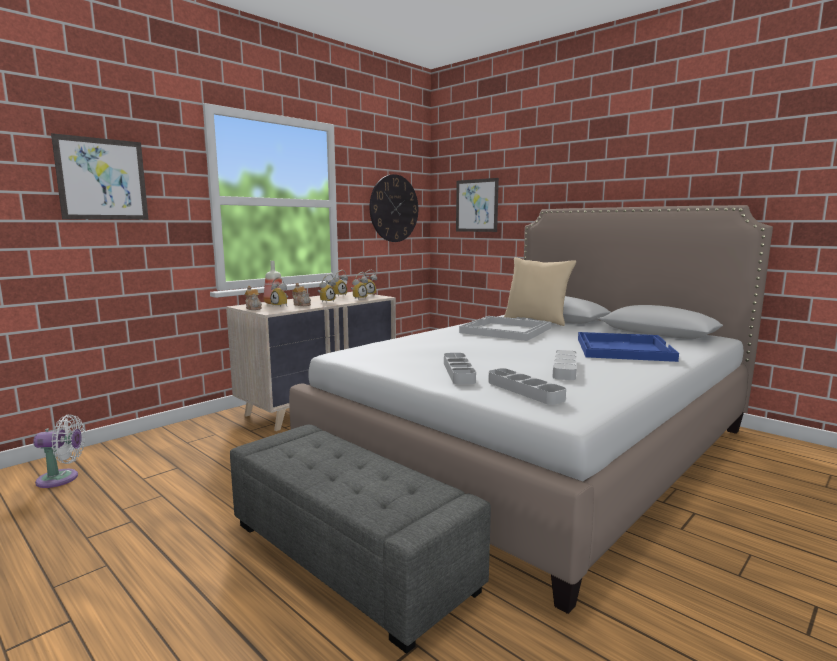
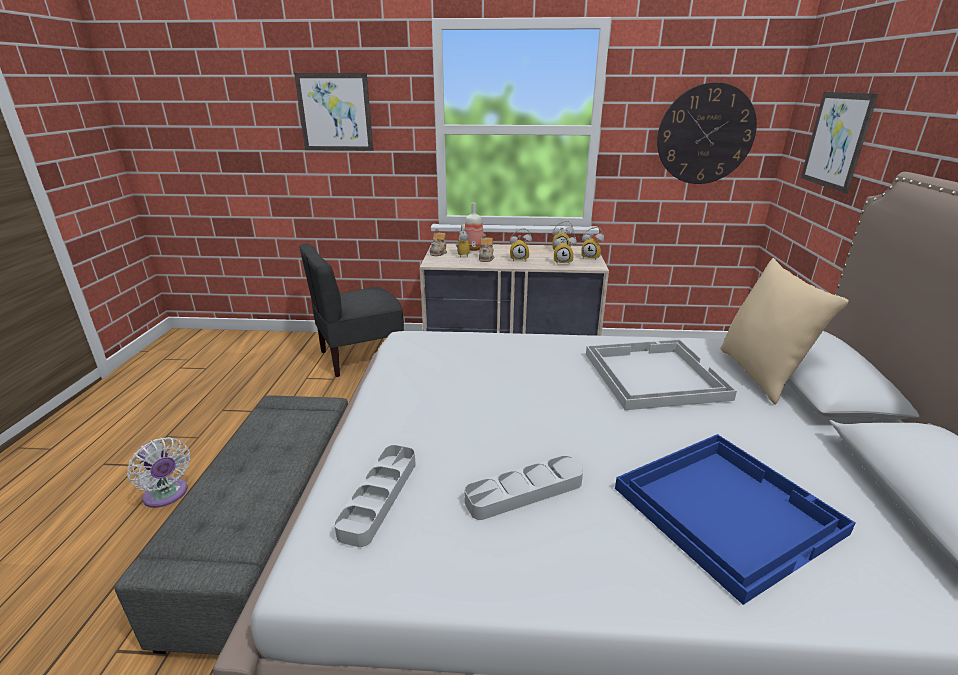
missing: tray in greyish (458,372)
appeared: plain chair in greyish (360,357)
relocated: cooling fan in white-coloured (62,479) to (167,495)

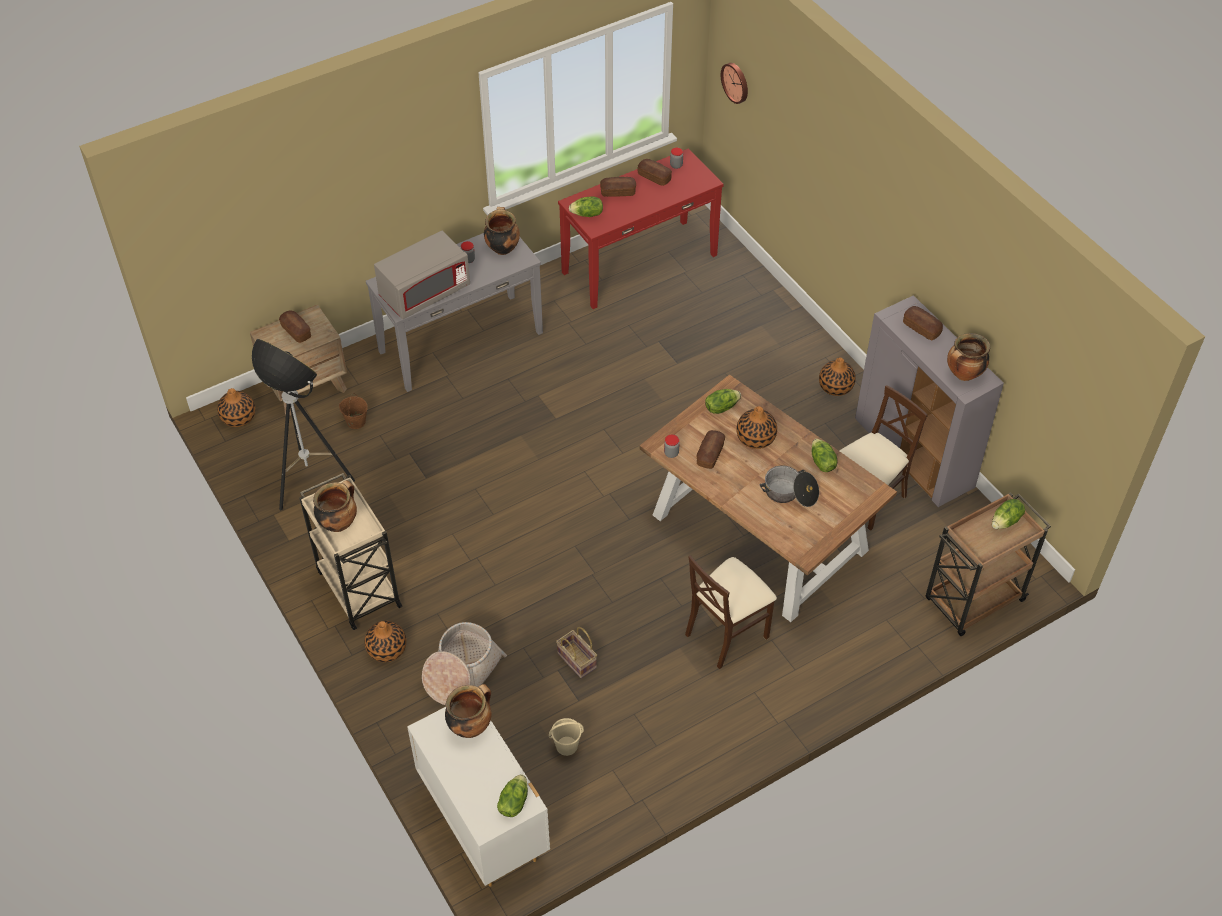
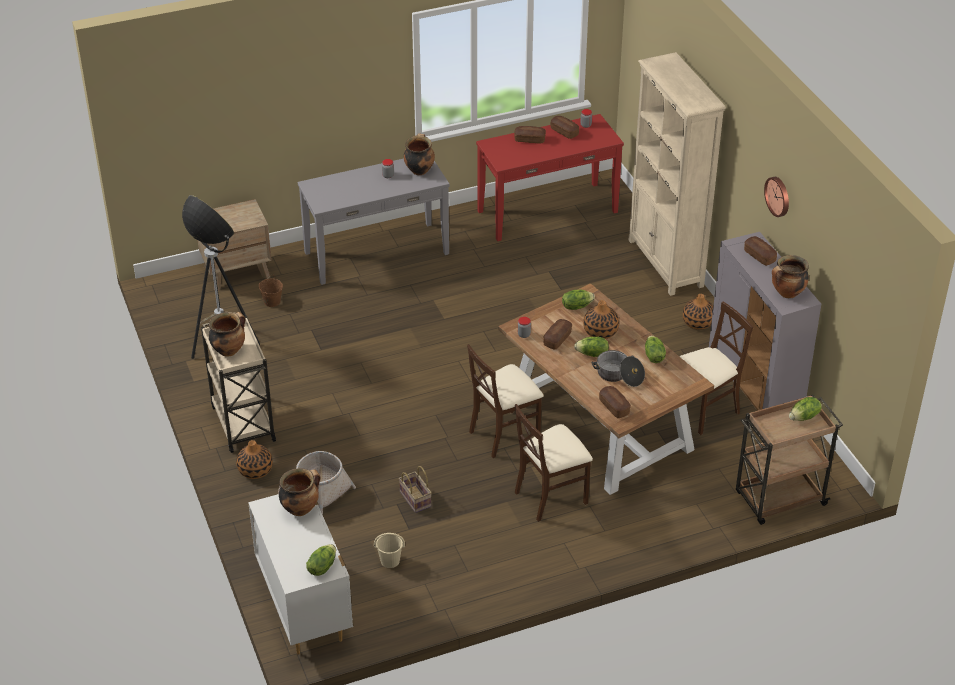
missing: decorative vase (238,417); microwave in greyish (425,293)
appeared: plain chair in beige (504,434); shelving unit in beige (665,263)
relocated: baked bread (296,331) to (614,407); head of lettuce (587,214) to (592,354); clock on the wall (736,82) to (778,196)

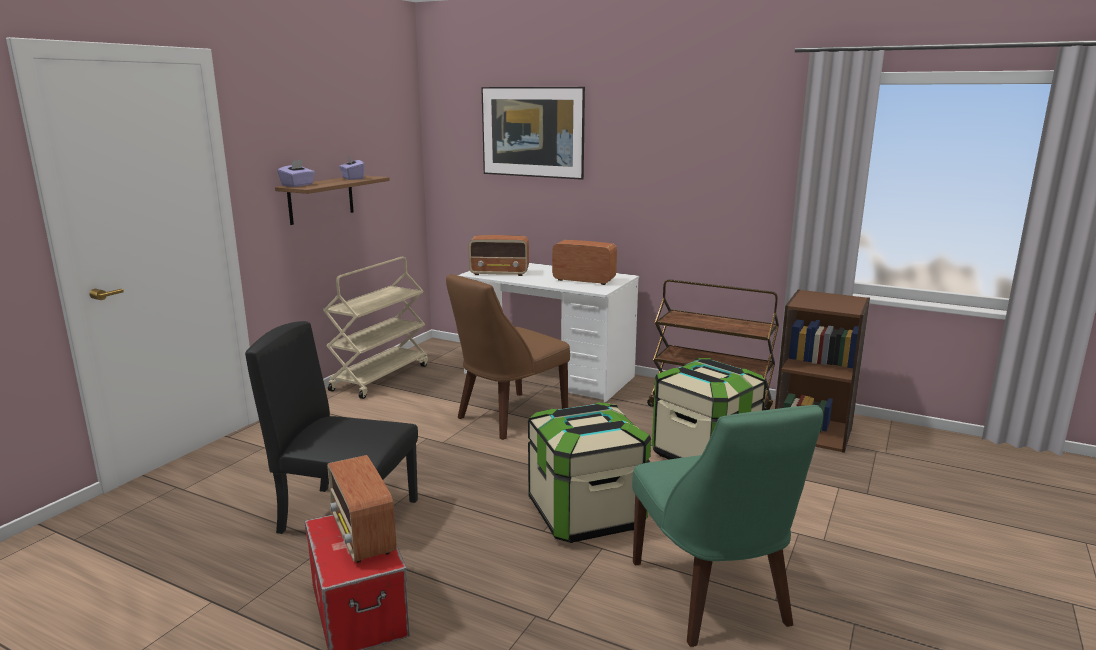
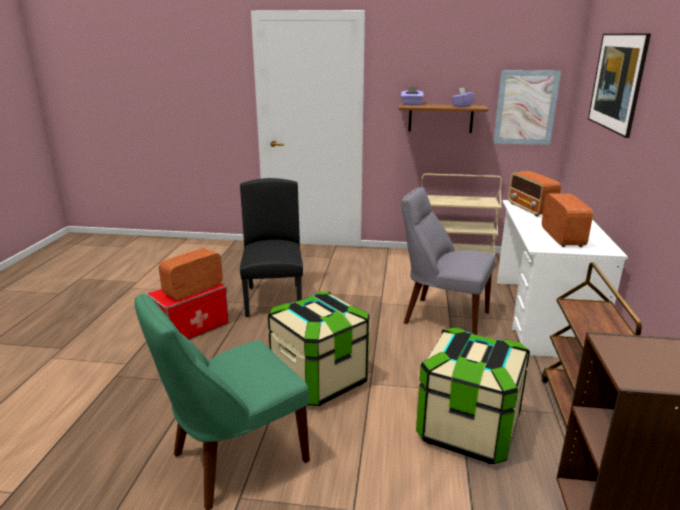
appeared: wall art (525,107)
colour: plain chair in brown (508,417) to plain chair in greyish (442,317)

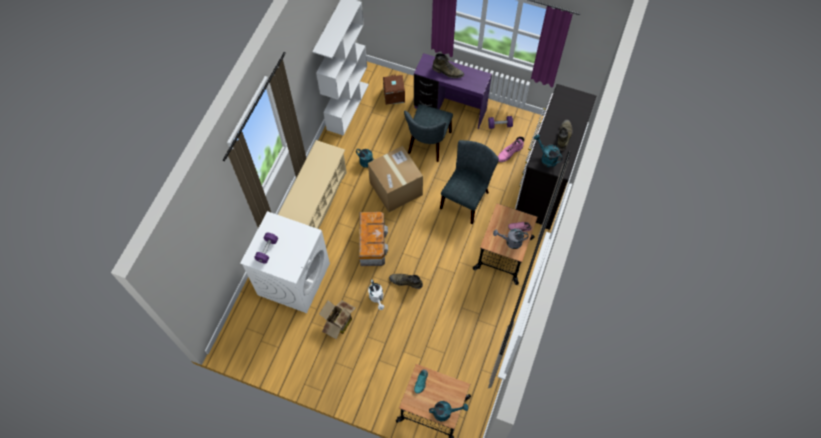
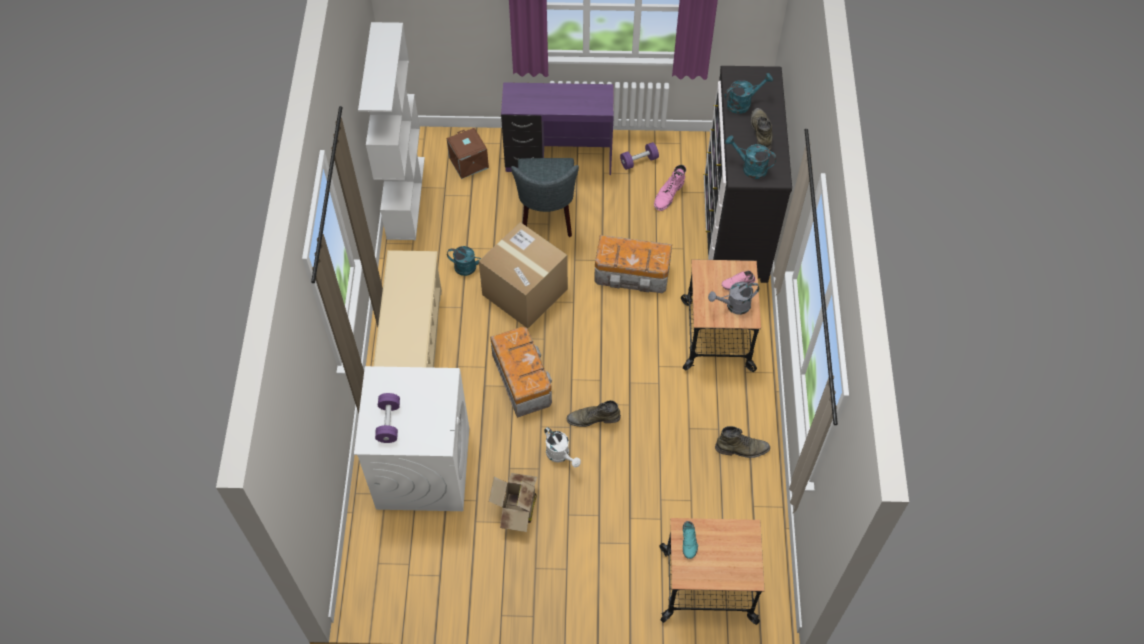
relocated: sprinkling can in turquoise-coloured (445,412) to (743,103); boot in green (448,72) to (742,448)
exchanged: plain chair in greyish (466,198) to storage box (633,274)

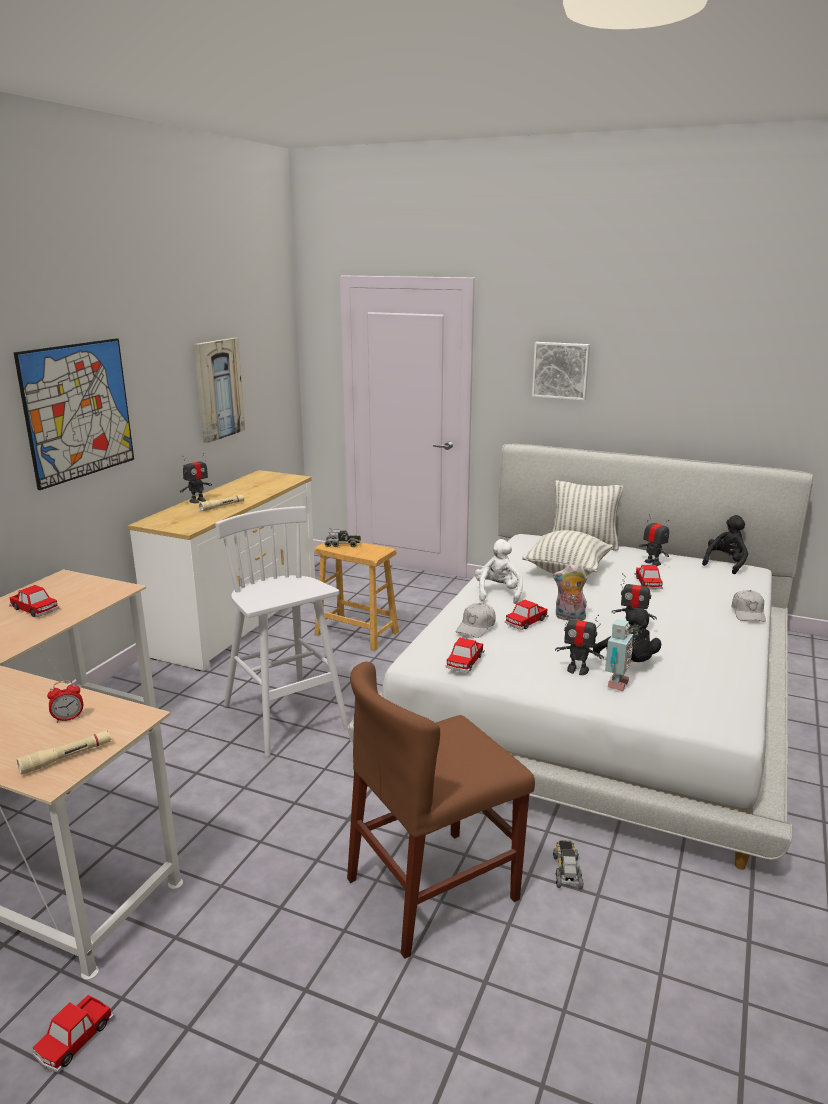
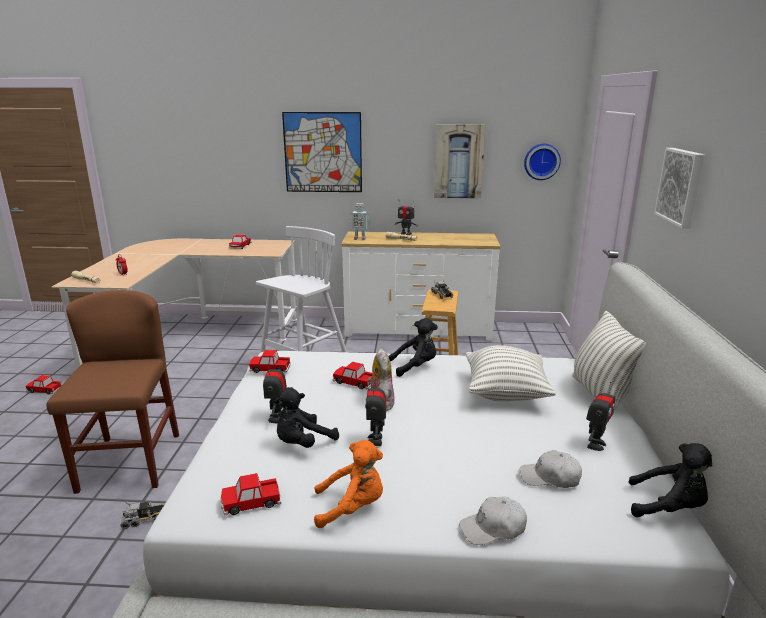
appeared: cuddly toy in orangey (352,507); clock on the wall (541,161)
relocated: cap in white-coloured (476,627) to (550,478); toy robot (615,684) to (359,239); model car (648,583) to (251,502)
colour: cuddly toy in white-coloured (498,593) to cuddly toy in black-coloured (415,366)
spun: plain chair in brown (433,889) = (130,462) 45 degrees clockwise

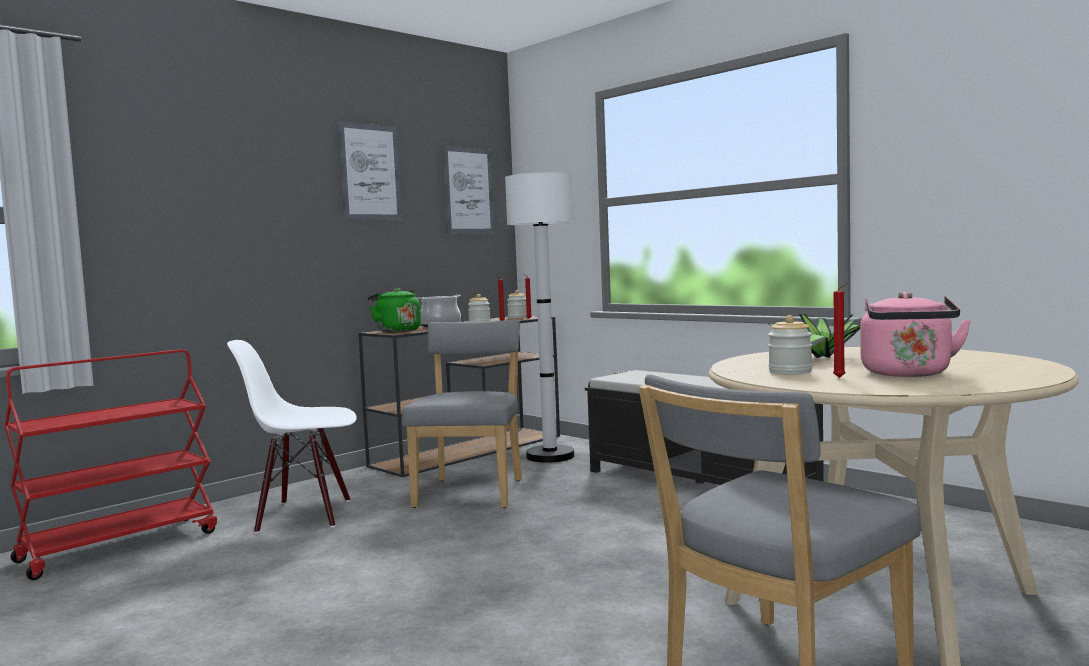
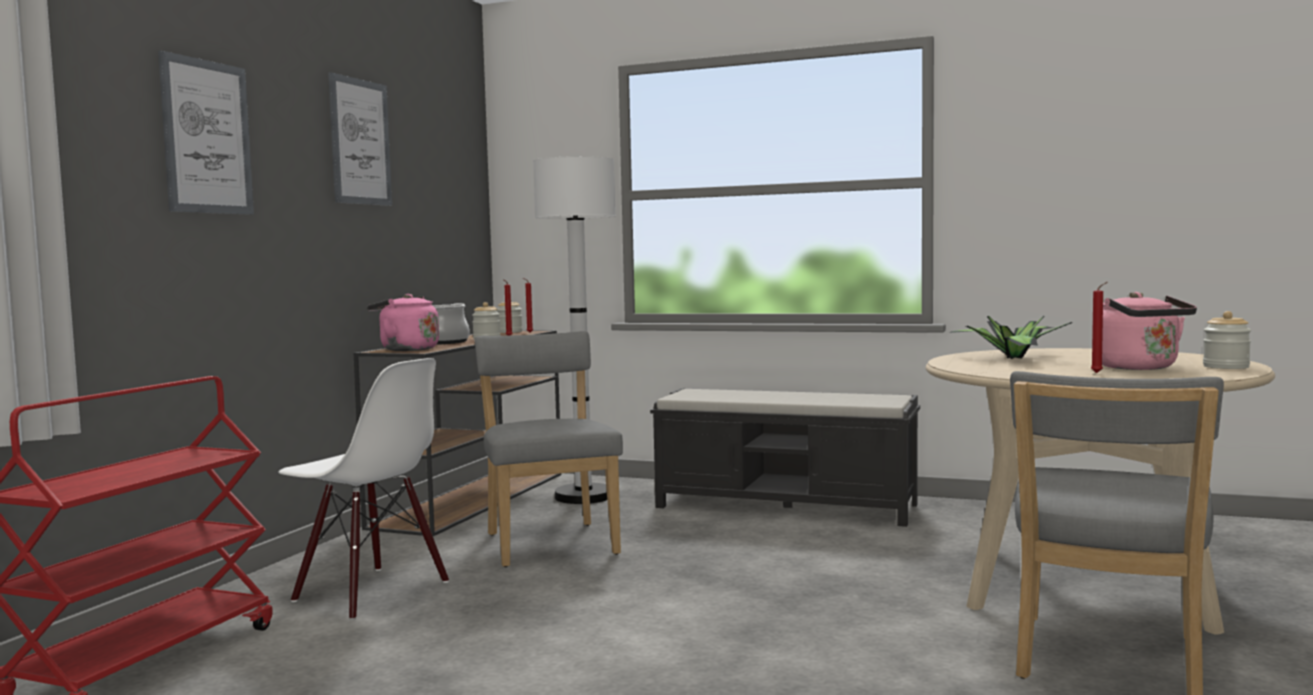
relocated: wall art (468,190) to (207,137); jar (790,372) to (1226,367)
colour: water kettle in green (396,331) to water kettle in pink-coloured (406,349)
spun: plain chair in white-coloured (305,515) = (370,592) 120 degrees counterclockwise

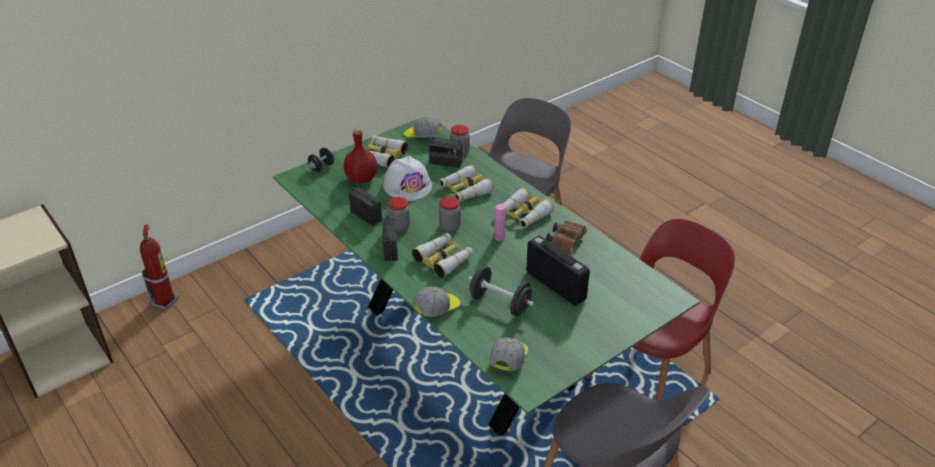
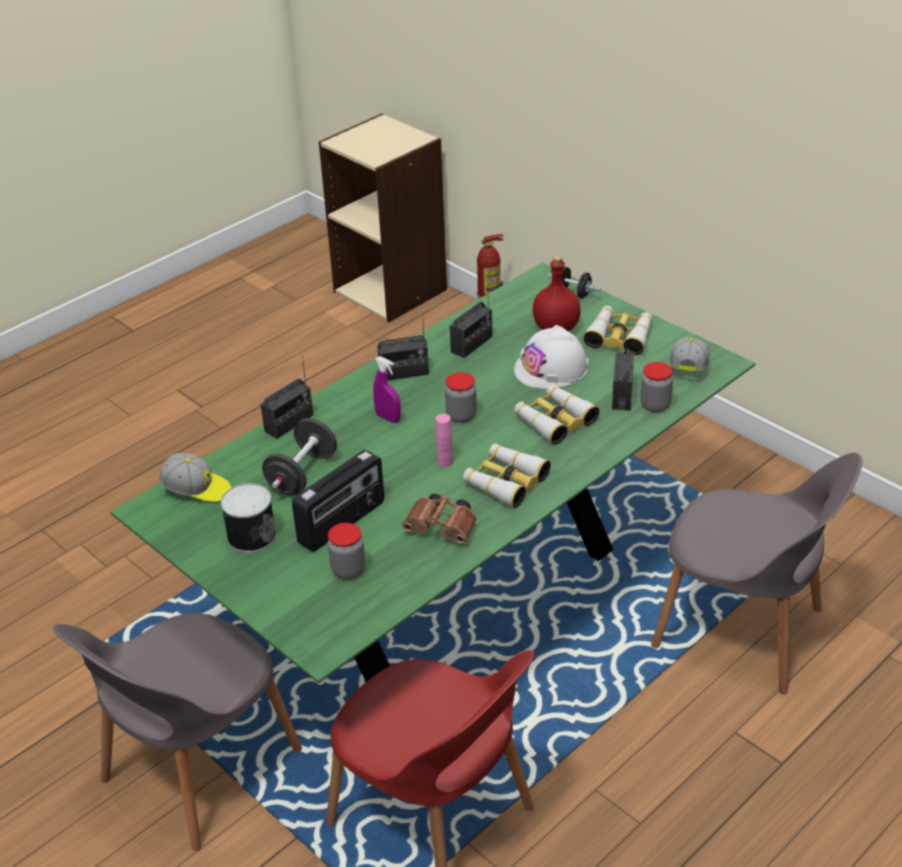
appeared: sealed can (251,536)
relocated: jar (399,227) to (348,570)
exchanged: pair of binoculars (443,259) to spray bottle in purple-coloured (388,418); cap (437,309) to radio receiver (289,423)

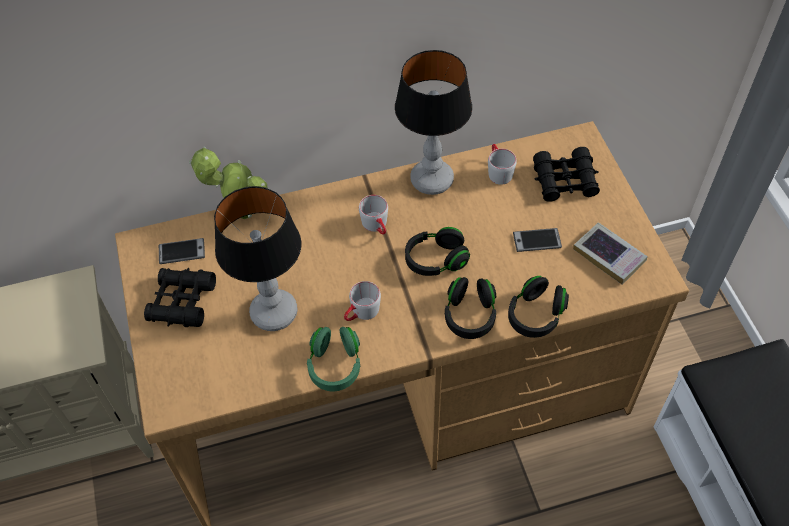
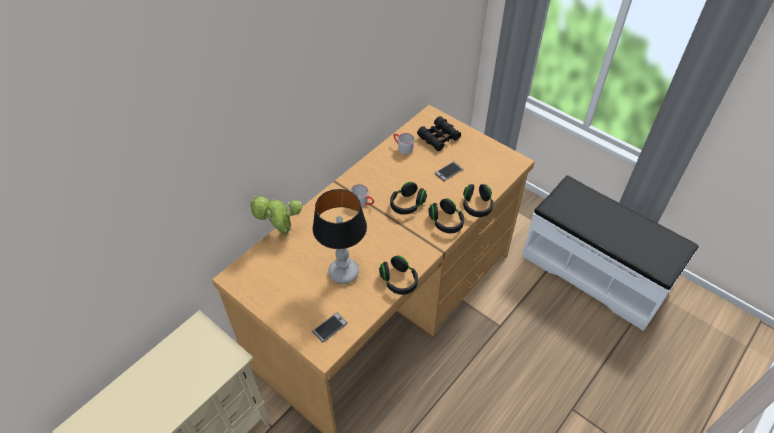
missing: pair of binoculars in black-coloured (182,302); tea mug in greyish (361,313); table lamp (431,180); volume (609,256)
relocated: handset (182,251) to (330,327)
colour: pair of headphones in green (335,365) to pair of headphones in black-coloured (398,281)

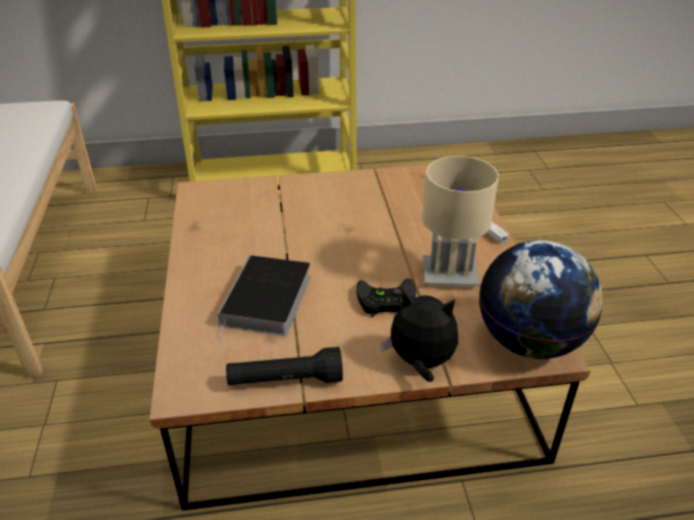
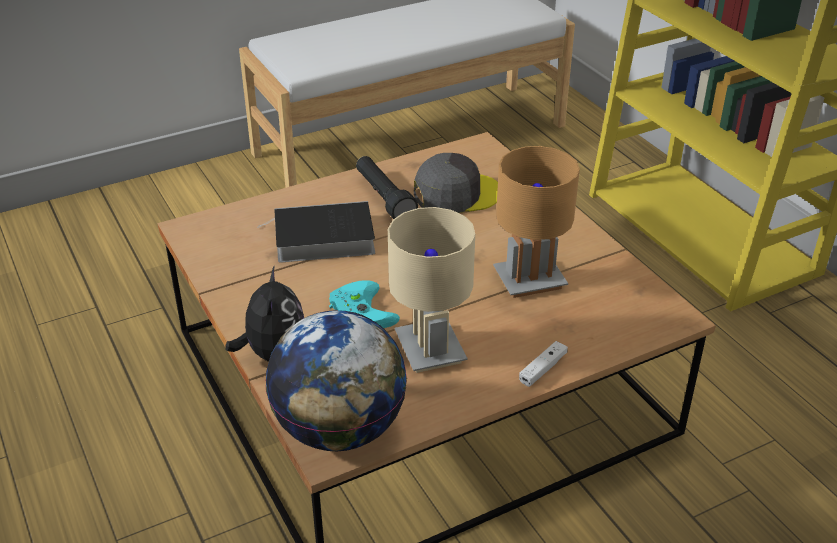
appeared: cap in greyish (456,194); table lamp in brown (529,280)
relocated: torch in black-coloured (285,381) to (383,198)
colour: gamepad in black-coloured (384,301) to gamepad in turquoise-coloured (359,311)

